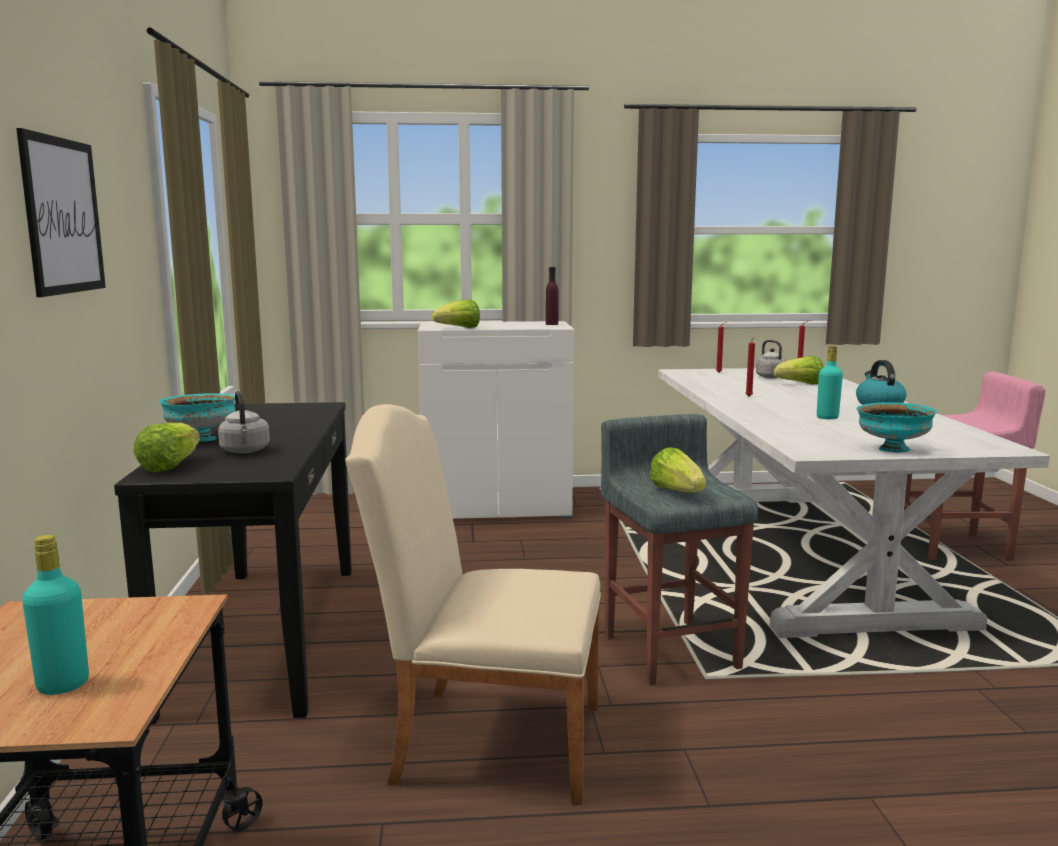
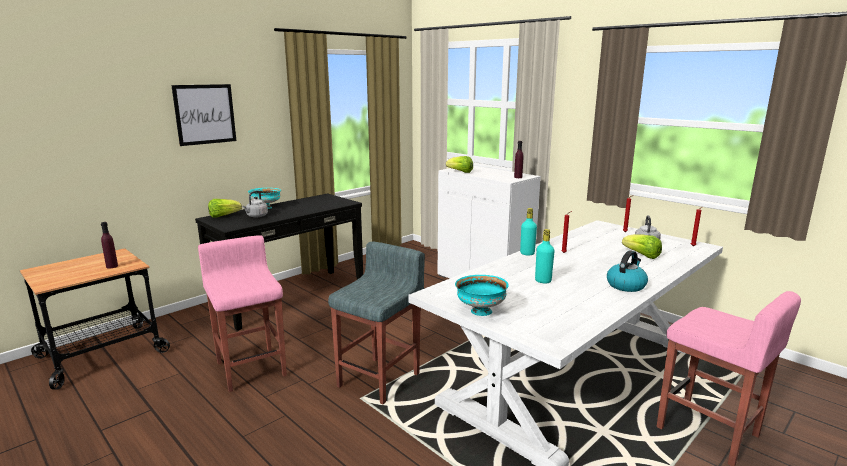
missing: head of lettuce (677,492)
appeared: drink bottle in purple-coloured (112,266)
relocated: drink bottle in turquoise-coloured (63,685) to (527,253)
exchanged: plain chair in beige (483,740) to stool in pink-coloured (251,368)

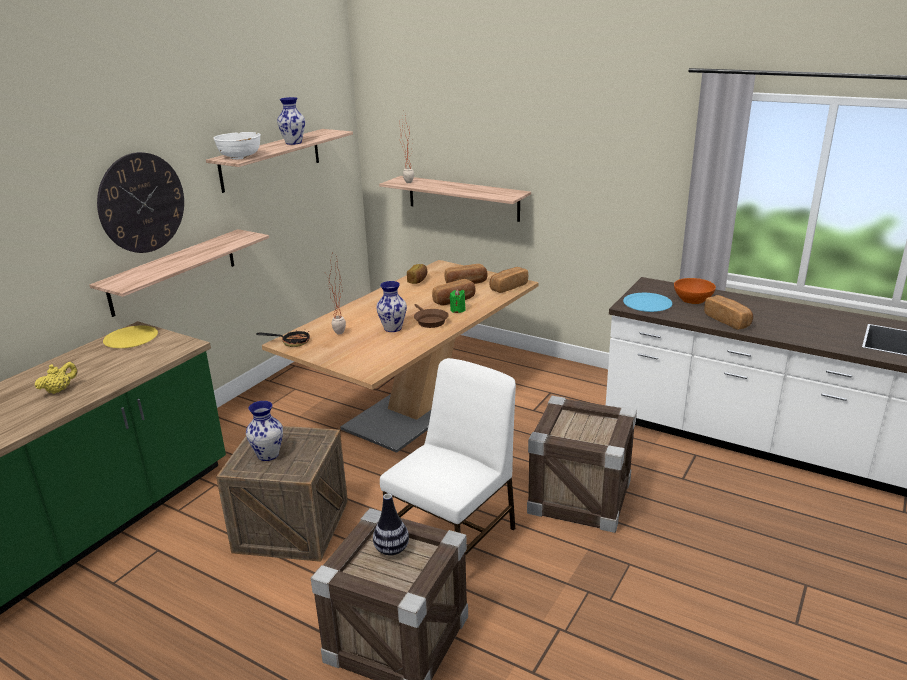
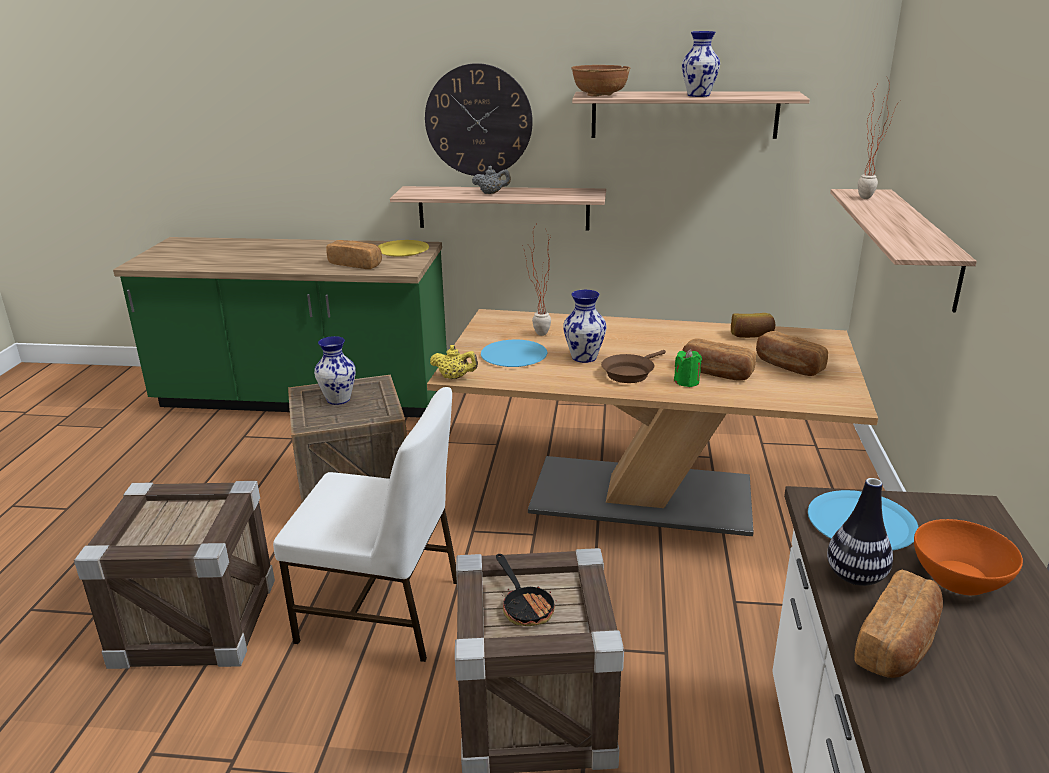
appeared: pot for tea in greyish (491,193); flat dish in blue-coloured (514,355)
relocated: pot for tea in yellow (59,390) to (454,377); pan (291,342) to (525,606); decorative vase (392,549) to (855,577); baked bread (508,287) to (356,264)
colour: deep dish in white-coloured (240,157) to deep dish in brown (600,95)

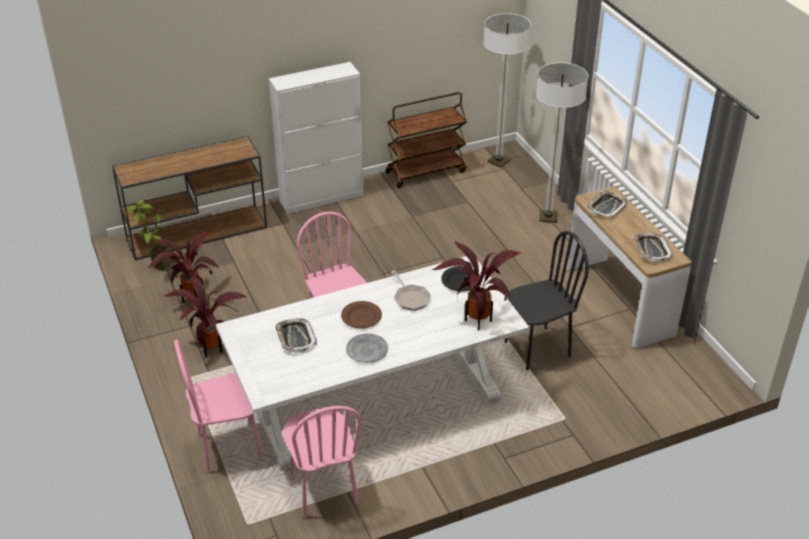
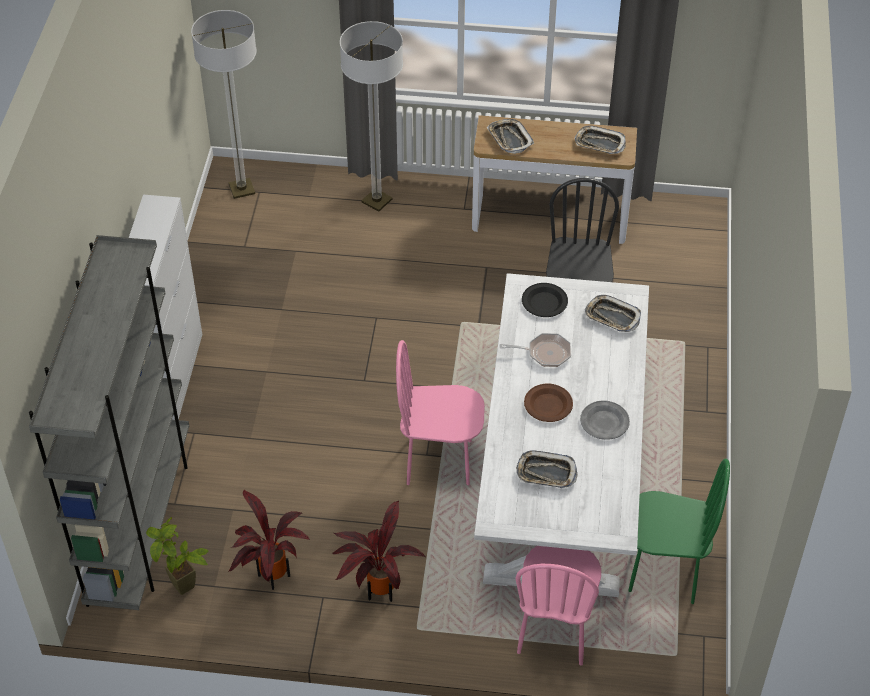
missing: cart in brown (426,172)
exchanged: narrow table in brown (198,232) to shelving unit in greyish (140,523); potted plant (477,319) to tray (612,317)
colour: plain chair in pink-coloured (323,489) to plain chair in green (664,572)

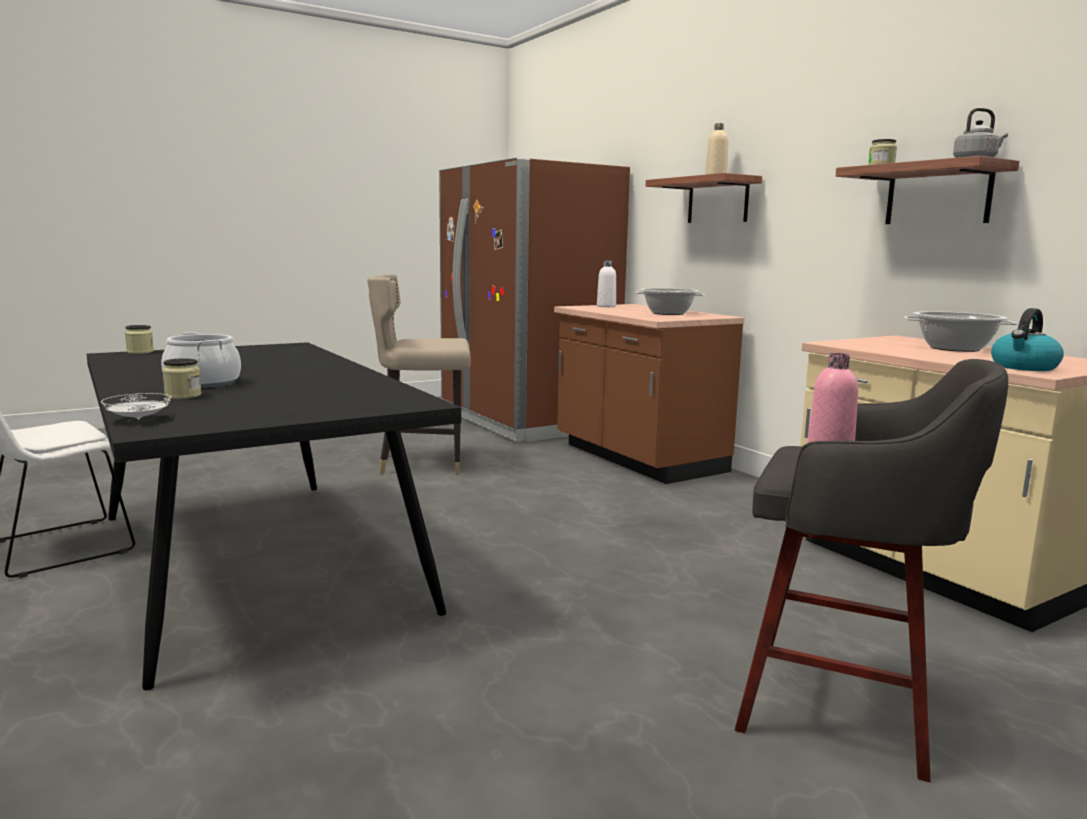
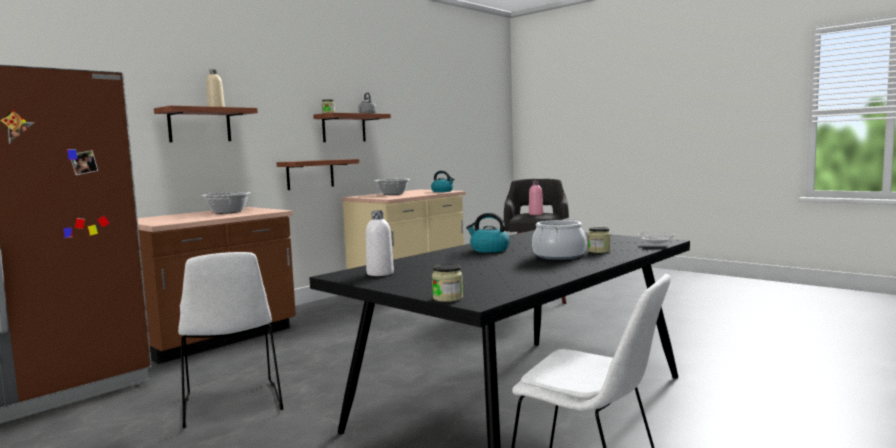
appeared: bracket shelf (310,174); water kettle (489,250)
relocated: drink bottle in white-coloured (606,306) to (380,273)
exchanged: stool in beige (423,463) to plain chair in white-coloured (232,406)

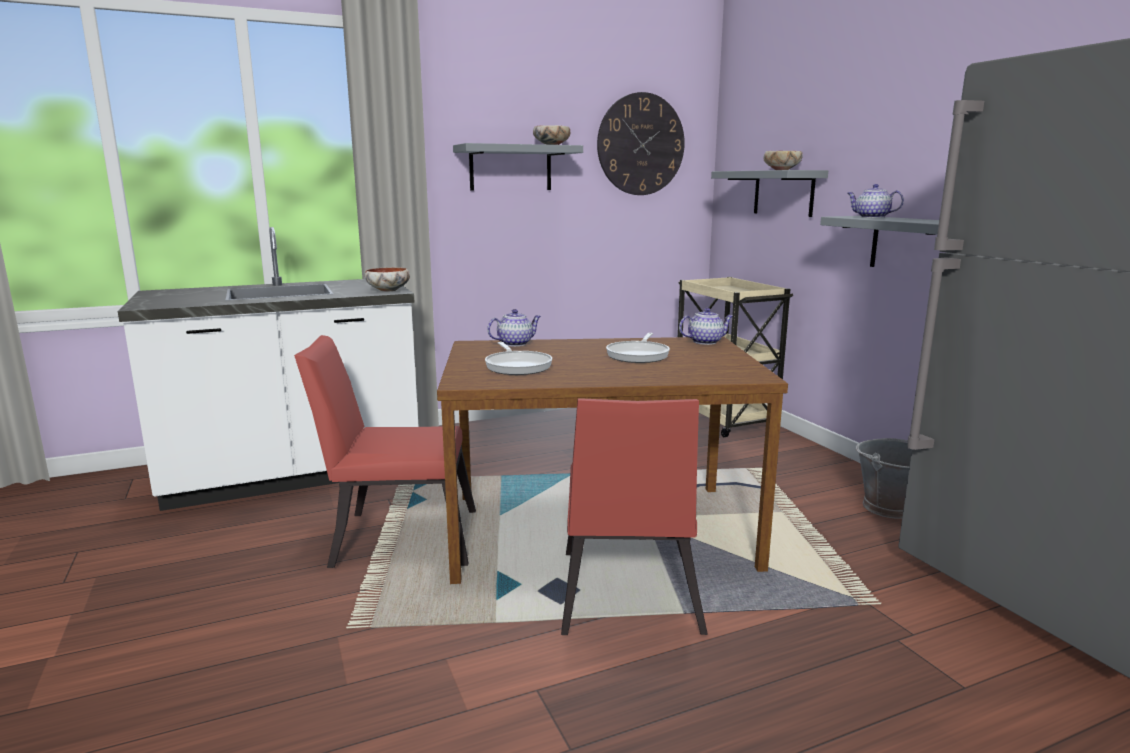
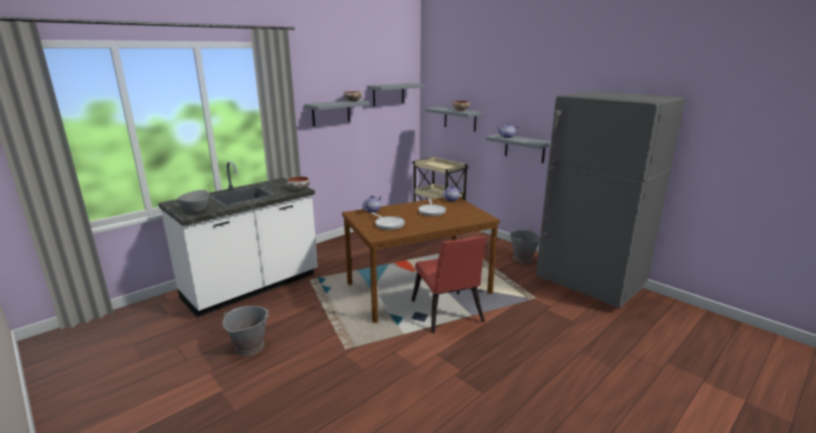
missing: plain chair in reddish (396,537)
appeared: deep dish in greyish (197,210); water bucket in greyish (249,346)
exchanged: clock on the wall (641,144) to bracket shelf in greyish (388,94)

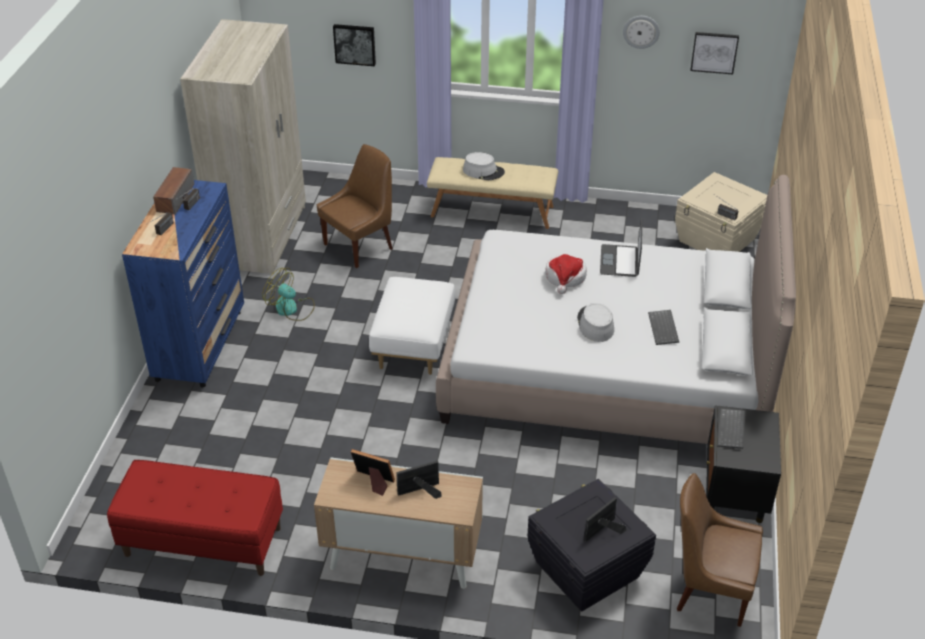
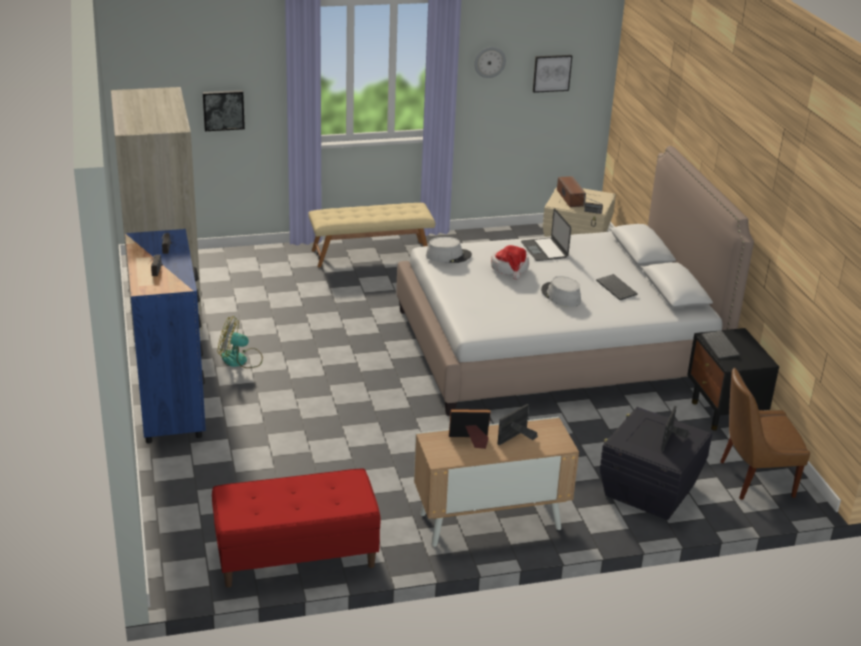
missing: plain chair in brown (360,245); ottoman in white-coloured (414,345)
relocated: audio speaker (175,198) to (570,198); hat in greyish (483,171) to (448,256)

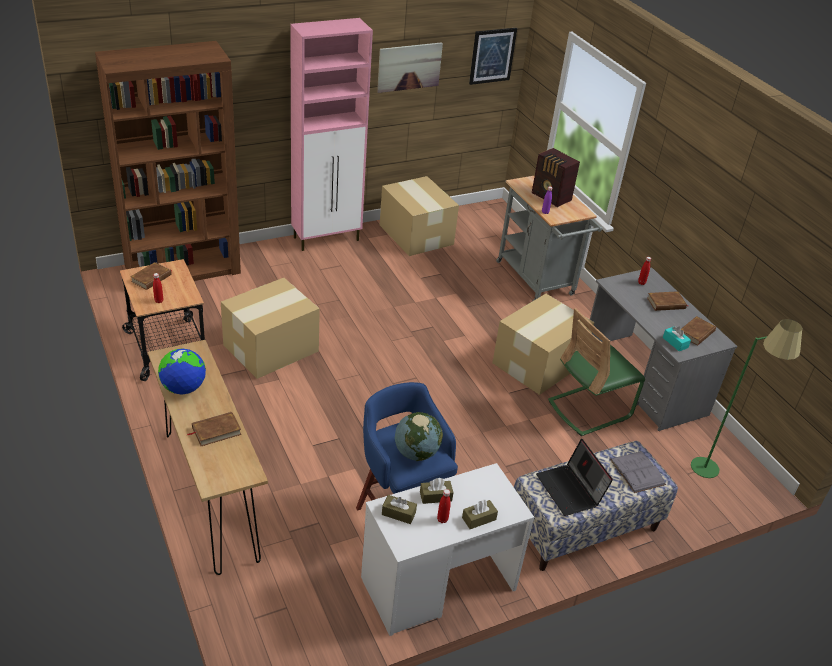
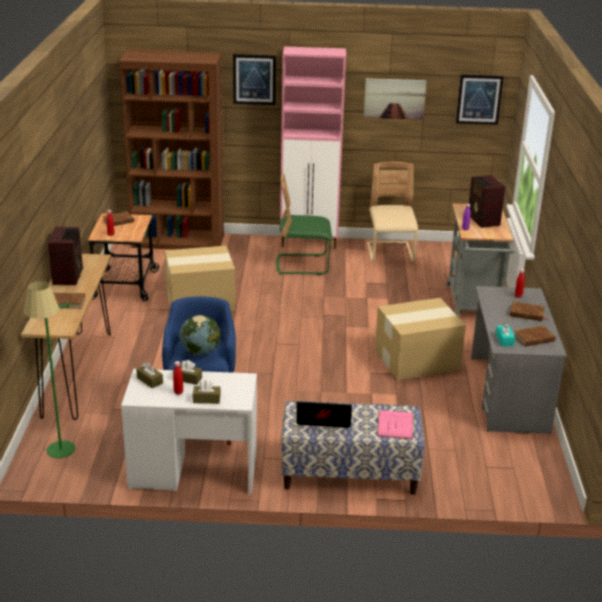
appeared: wall art (254,79)
relocated: plain chair in green (589,409) to (303,265); standing lamp in green (715,475) to (61,457)
exchanged: globe (183,388) to radio receiver (68,276); packing box (416,234) to plain chair in beige (390,253)
colour: volume in greyish (637,472) to volume in pink-coloured (395,425)
spun: laptop (571,490) = (323,420) 90 degrees clockwise

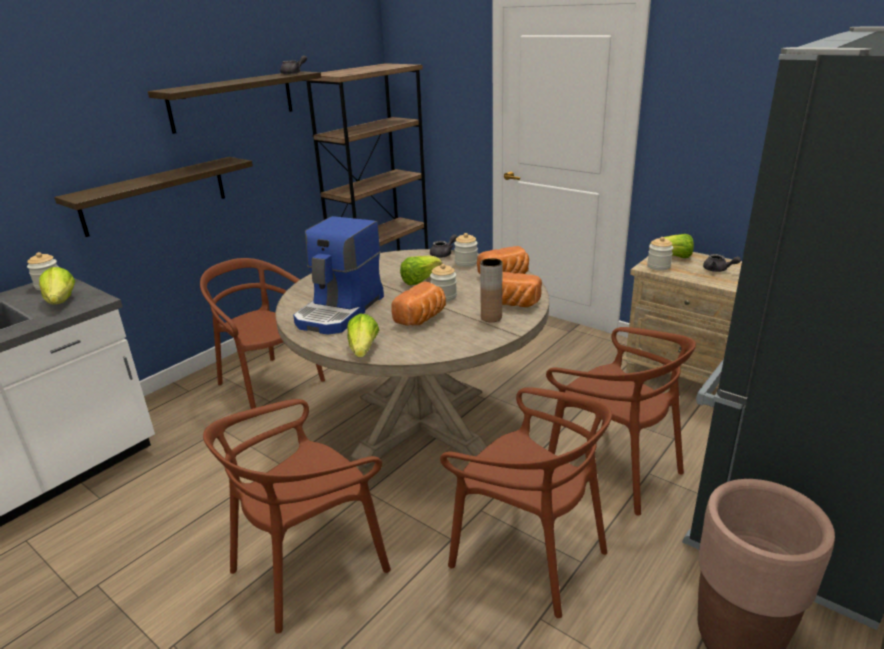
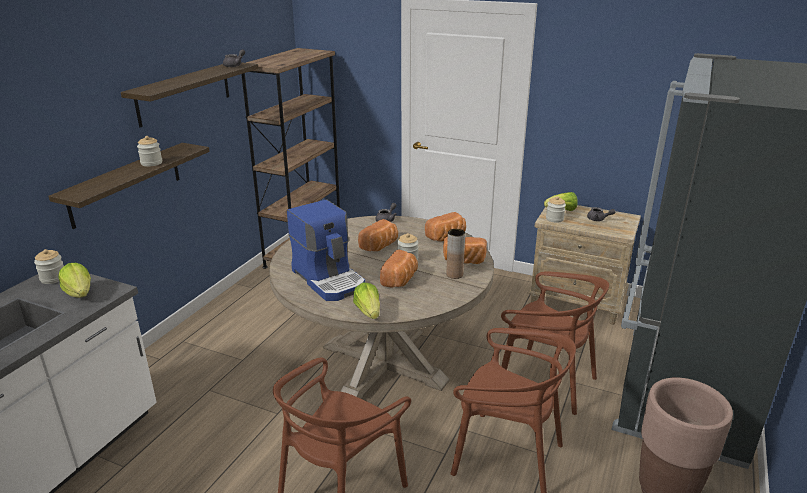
missing: plain chair in brown (269,385)
relocated: jar (466,263) to (151,163)
exchanged: head of lettuce (420,280) to baked bread (380,246)
spun: coffee brewer (341,311) = (329,279) 45 degrees counterclockwise

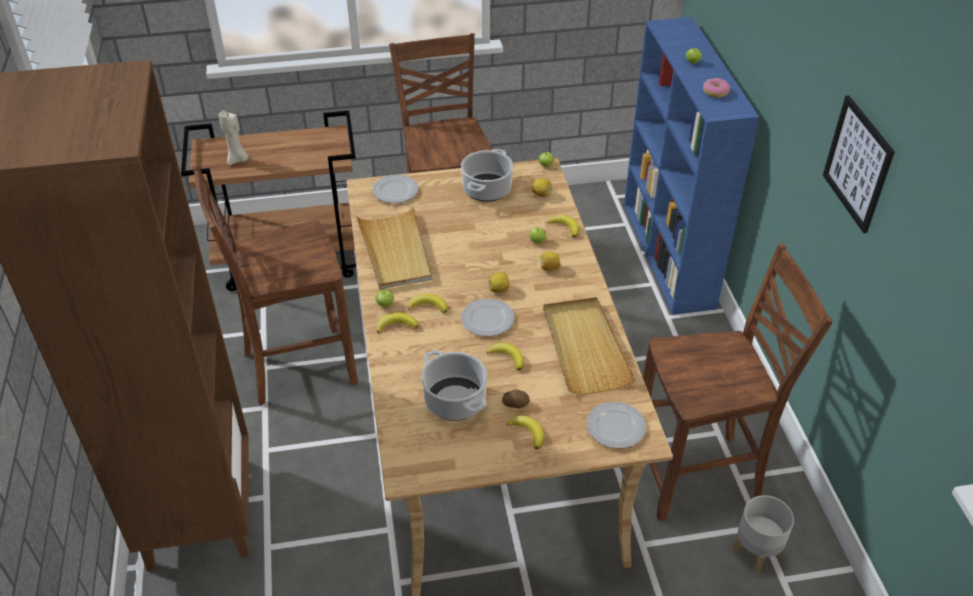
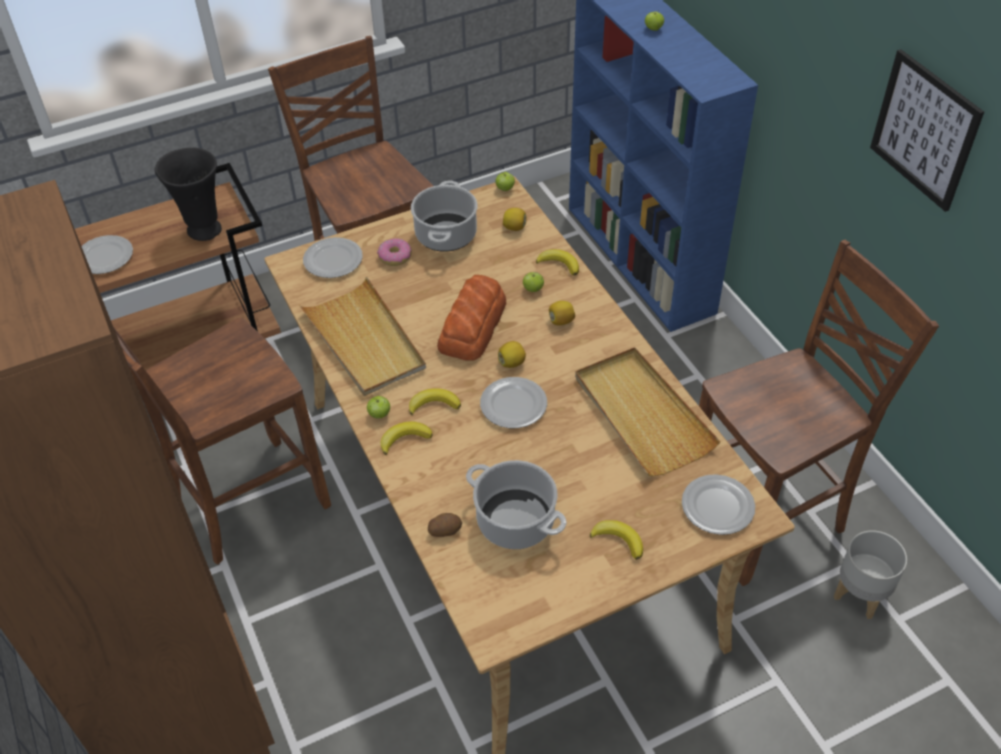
missing: banana (507,357)
appeared: decorative vase in black-coloured (203,230); baked bread (473,325)
relocated: spud (515,403) to (445,530); ring doughnut (715,92) to (395,257)
exchanged: candle in beige (237,160) to flat dish (104,257)

